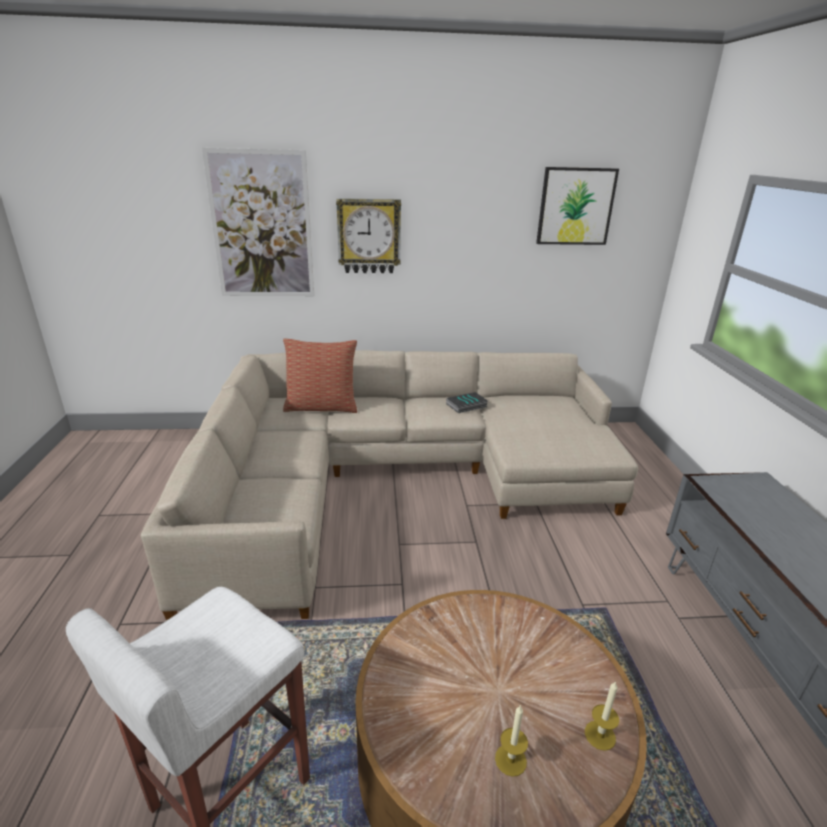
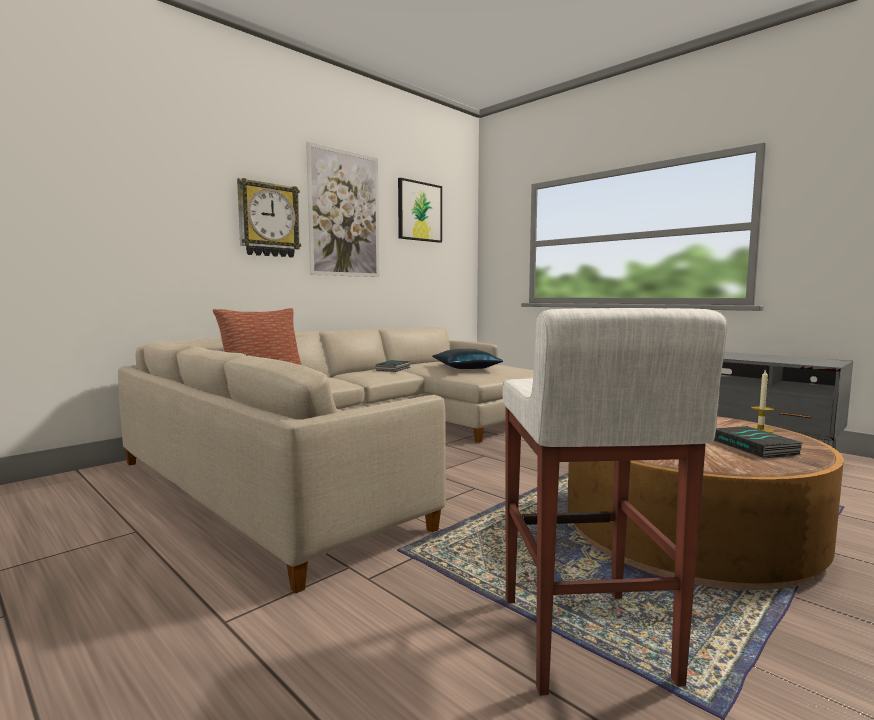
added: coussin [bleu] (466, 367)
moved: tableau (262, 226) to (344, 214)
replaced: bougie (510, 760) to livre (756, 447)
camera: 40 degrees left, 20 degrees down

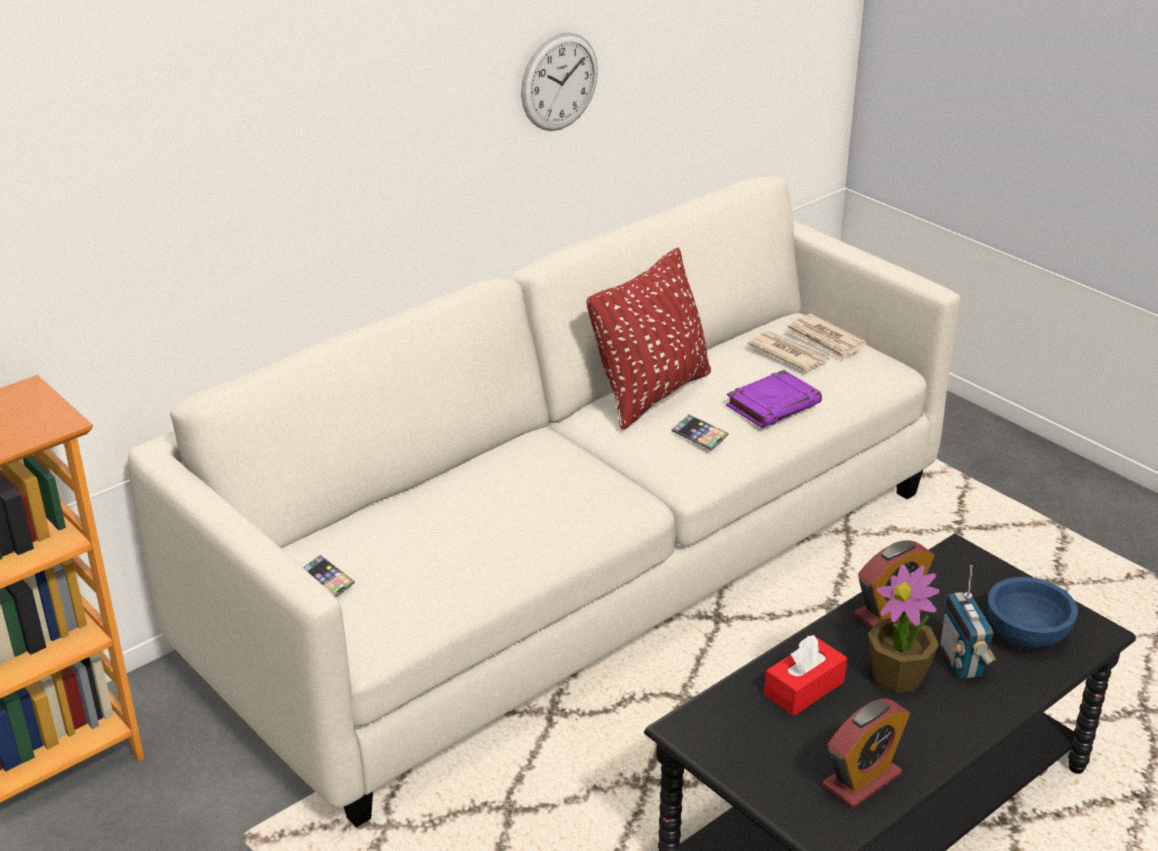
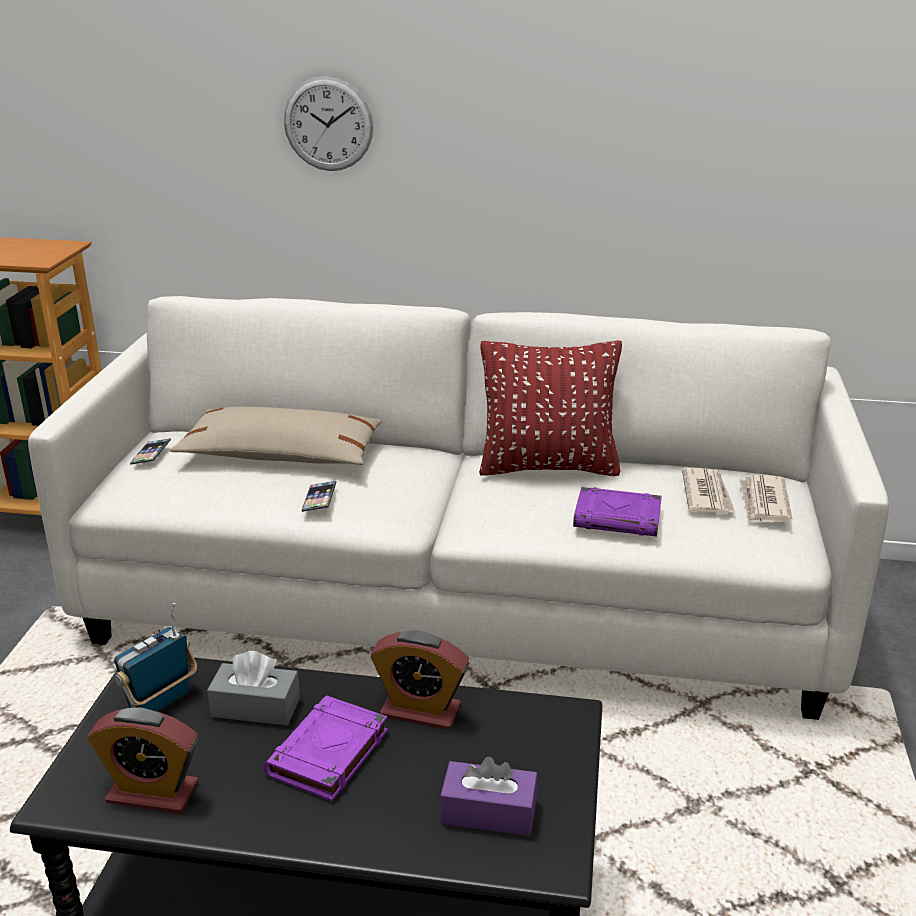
added: coussin [beige] (281, 455)
moved: radio (962, 662) to (160, 701); horloge murale (559, 82) to (328, 124); téléphone (699, 435) to (319, 499)
replaced: plante en pot (898, 677) to livre [violet] (328, 754); bol [bleu] (1026, 634) to boîte à mouchoirs [violet] (489, 812)
recoloured: boîte à mouchoirs [rouge] (804, 688) to boîte à mouchoirs [gris] (256, 707)
camera: 50 degrees right, 5 degrees down

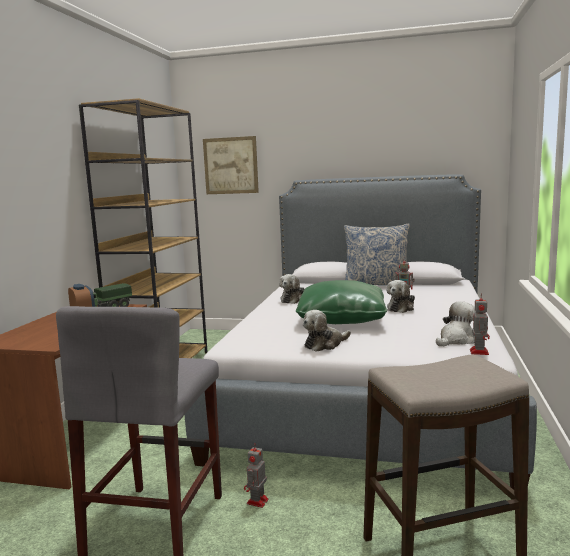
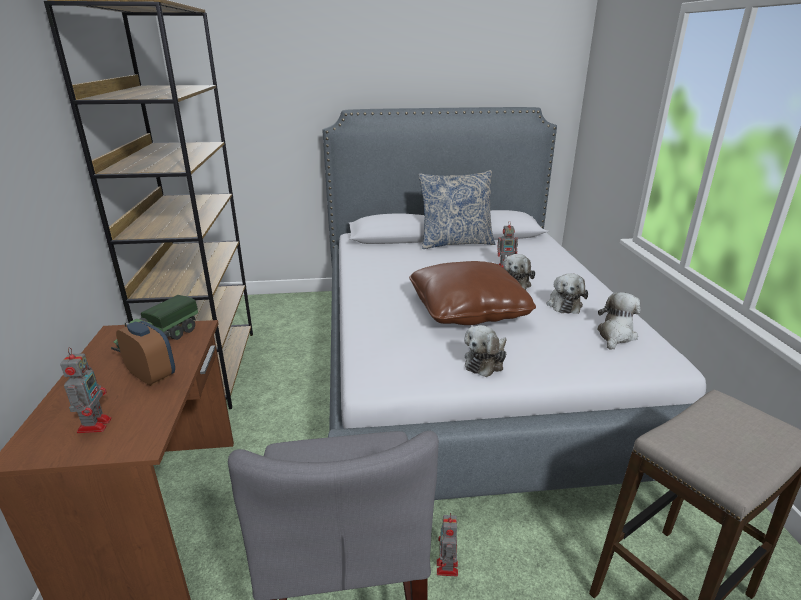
removed: tableau (231, 165)
moved: robot jouet (479, 351) to (95, 424); peluche (293, 299) to (564, 304)
recoloured: coussin [vert] (341, 319) to coussin [marron] (467, 310)
camera: 20 degrees left, 15 degrees up

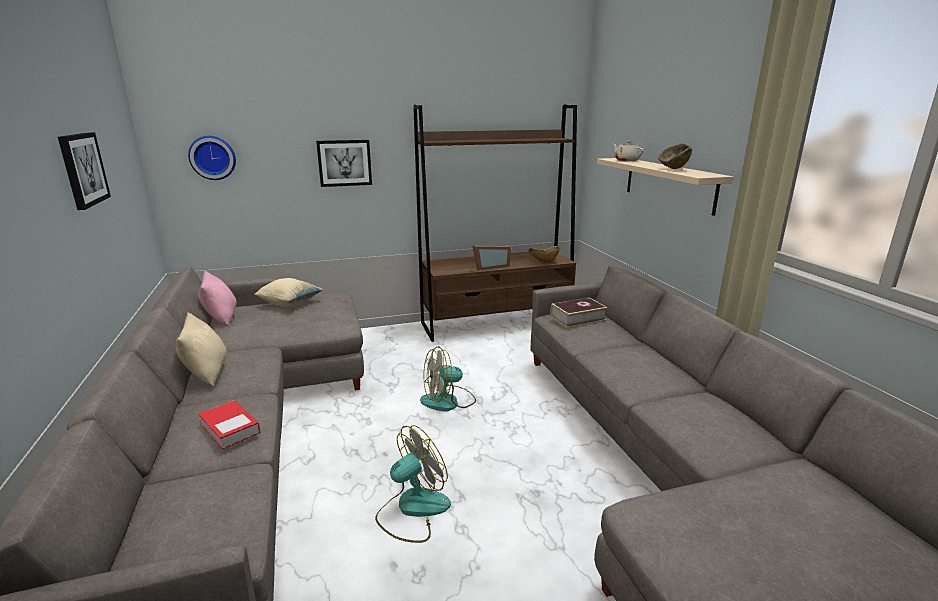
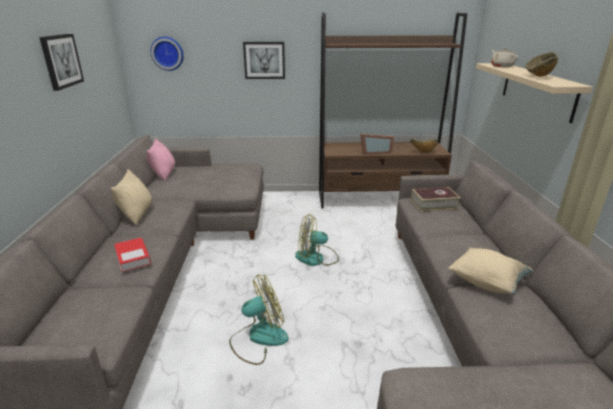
moved: coussin [beige] (290, 304) to (487, 282)
camera: 15 degrees right, 5 degrees up

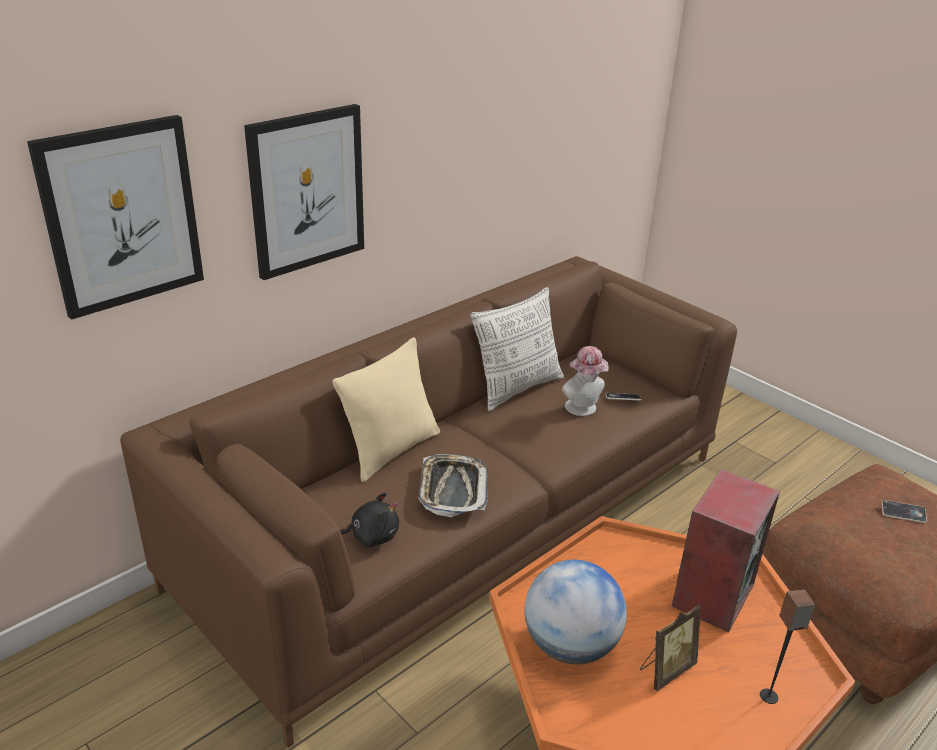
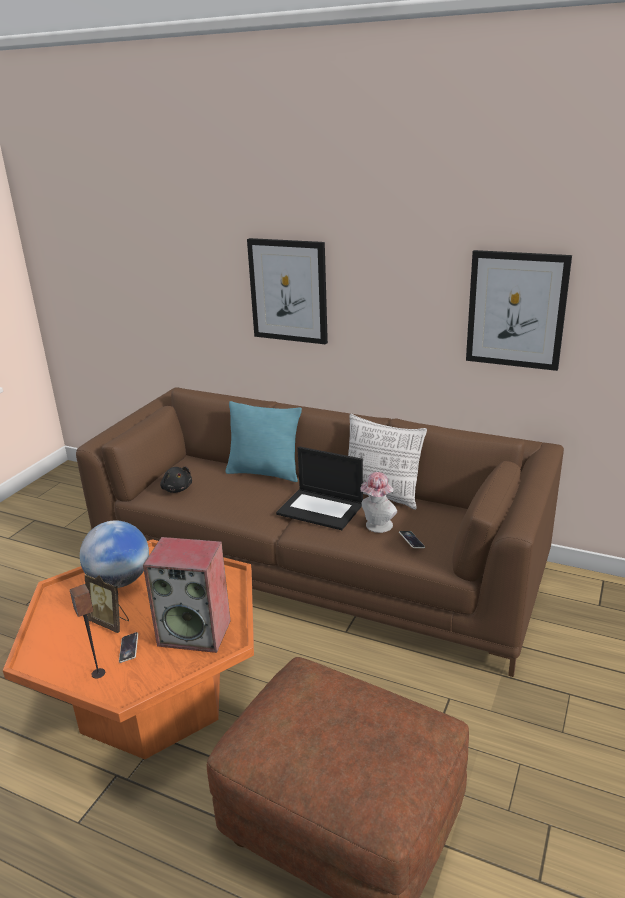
removed: plateau (452, 490)
added: ordinateur portable (321, 509)
moved: téléphone (903, 513) to (129, 649); tableau (122, 216) to (516, 310)
recoloured: coussin [beige] (391, 450) to coussin [turquoise] (264, 473)
camera: 70 degrees right, 5 degrees down

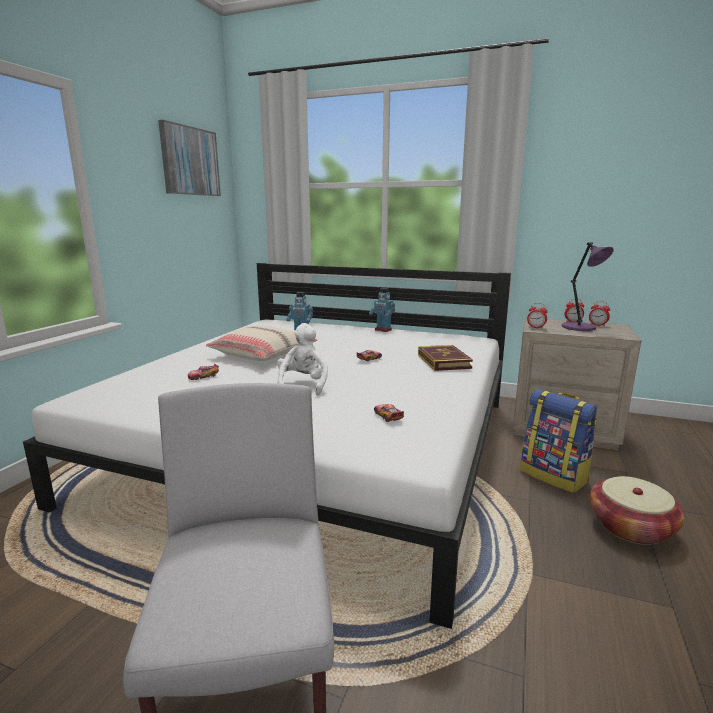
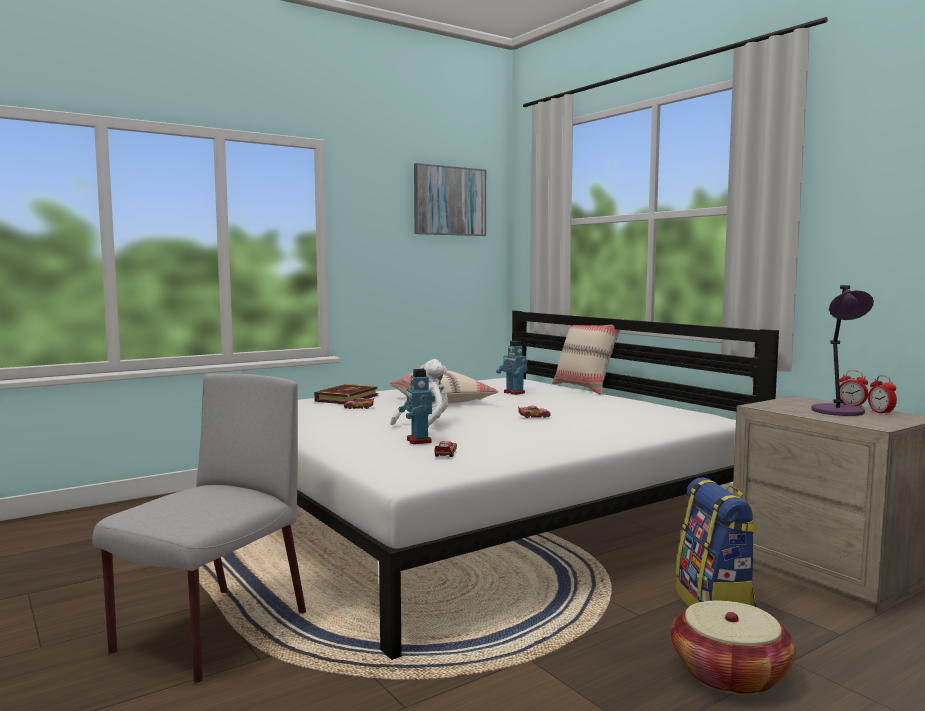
removed: réveil (536, 327)
added: coussin [beige] (585, 388)
moved: livre (443, 361) to (347, 398); robot jouet (383, 330) to (418, 441)
camera: 35 degrees right, 10 degrees down

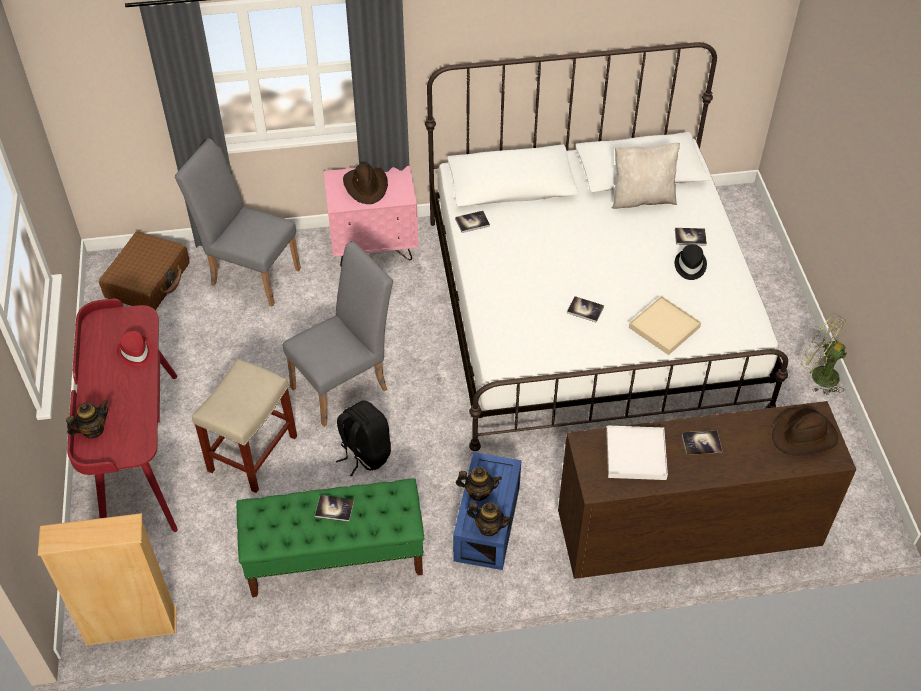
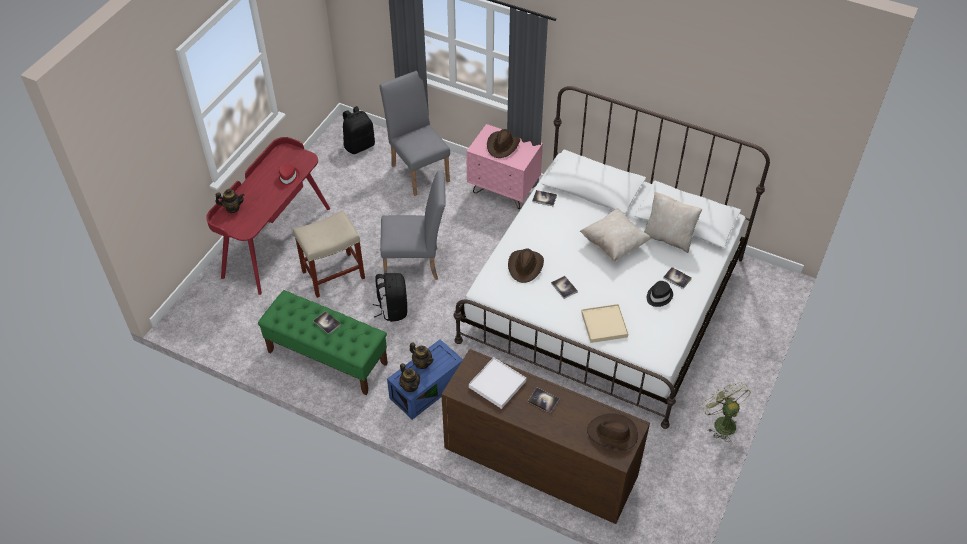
removed: bibliothèque [beige] (131, 626)
added: chapeau [marron] (525, 266); coussin [beige] (614, 244)
replaced: valise [marron] (148, 280) to sac à dos [noir] (359, 145)
camera: 35 degrees right, 0 degrees up

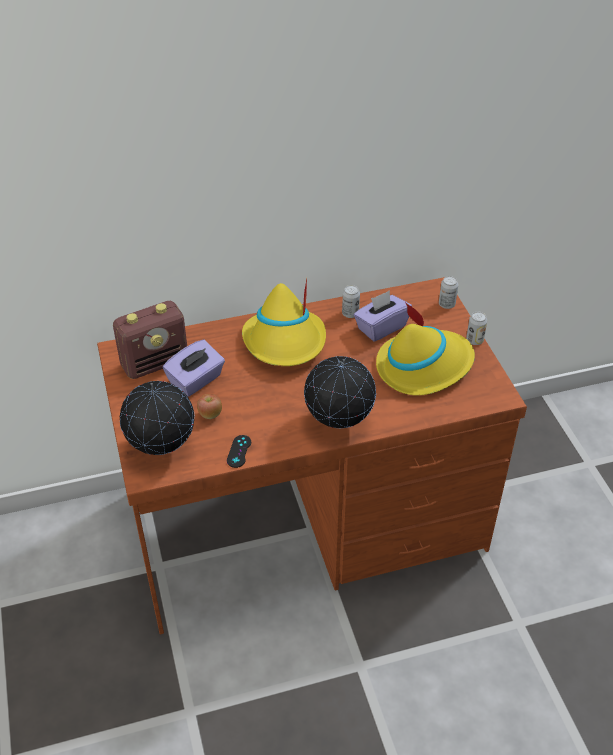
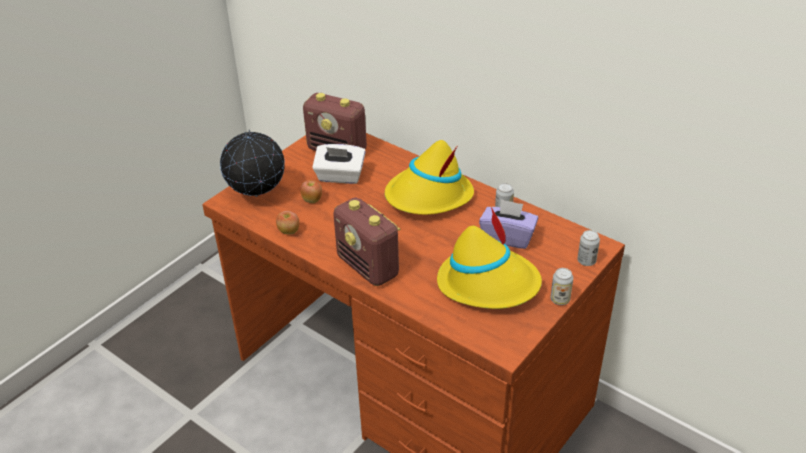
replaced: manette [noir] (239, 451) to pomme (289, 231); globe (339, 423) to radio (368, 267)
recoloured: boîte à mouchoirs [violet] (196, 380) to boîte à mouchoirs [blanc] (340, 176)
camera: 55 degrees right, 5 degrees down

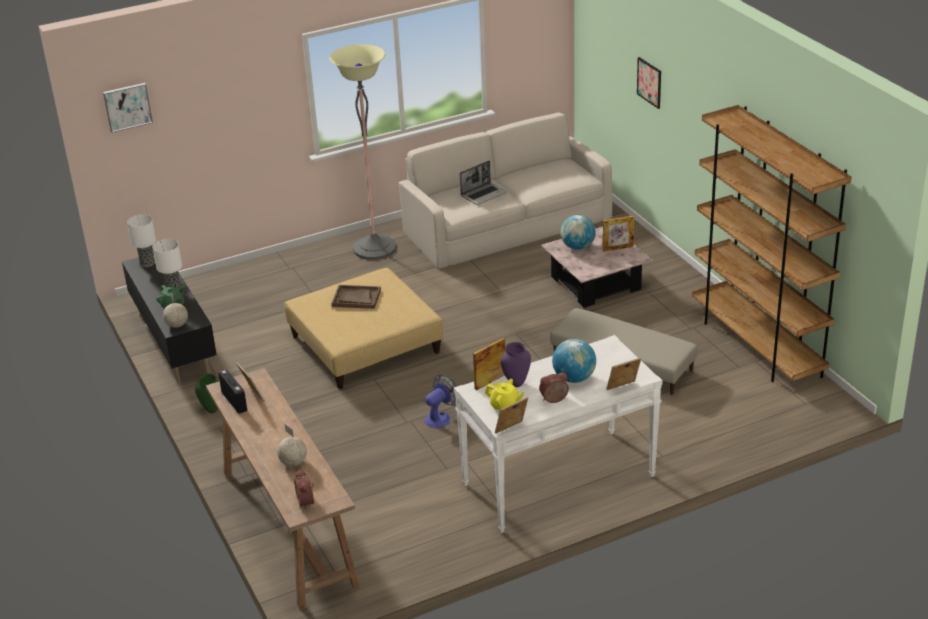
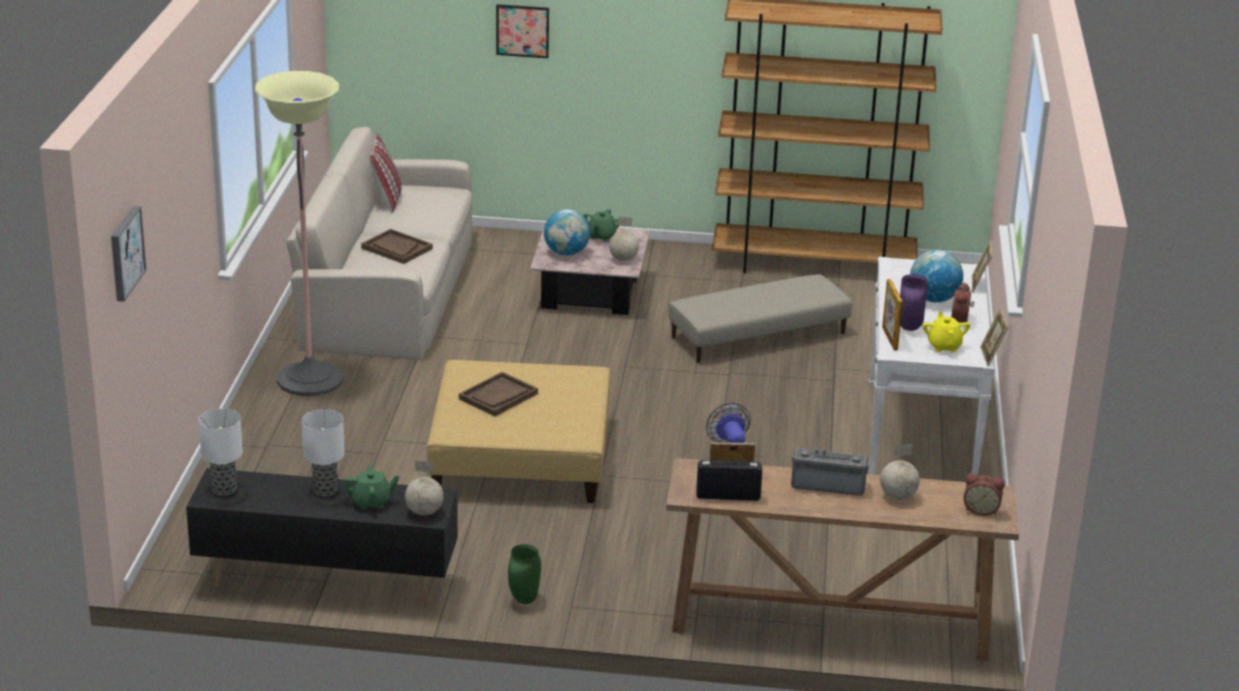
added: coussin (386, 199); globe (624, 259); radio (828, 485)
replaced: ordinateur portable (483, 194) to plateau [marron] (396, 248); cadre photo (618, 248) to théière [vert] (601, 236)
turned: théière [jaune] (505, 406) = (944, 346) 60 degrees counterclockwise
camera: 60 degrees left, 5 degrees down

